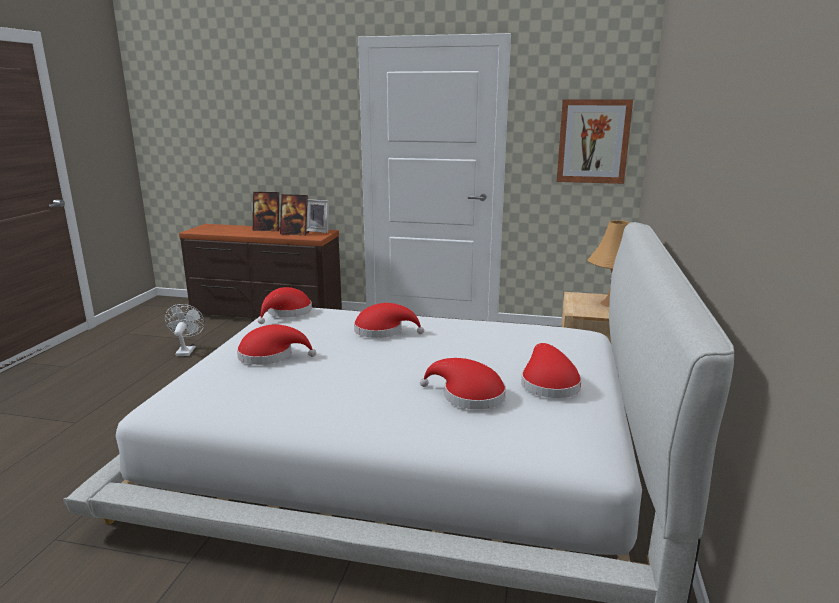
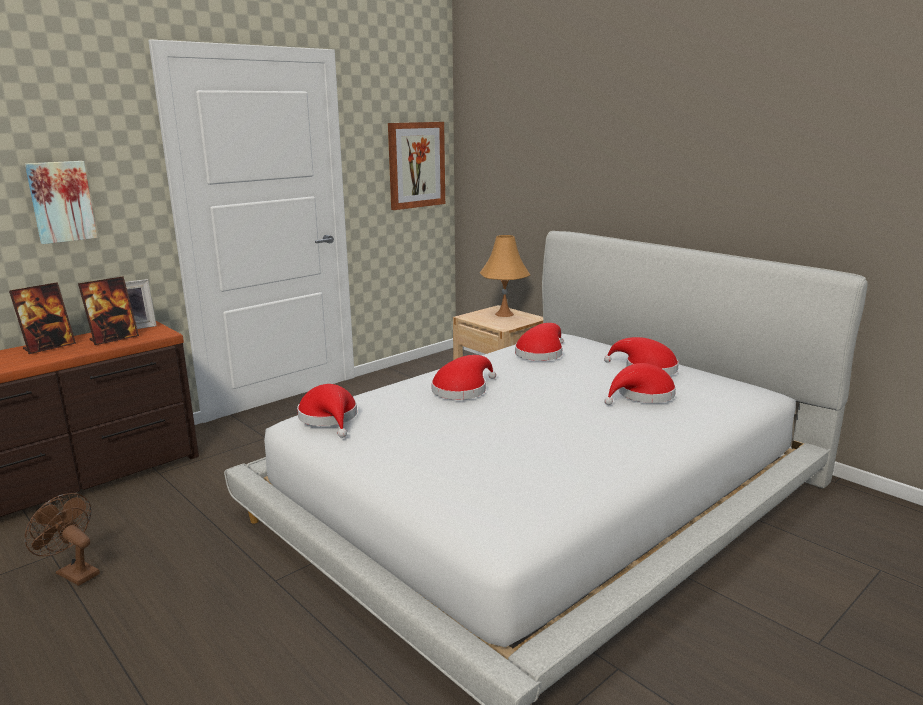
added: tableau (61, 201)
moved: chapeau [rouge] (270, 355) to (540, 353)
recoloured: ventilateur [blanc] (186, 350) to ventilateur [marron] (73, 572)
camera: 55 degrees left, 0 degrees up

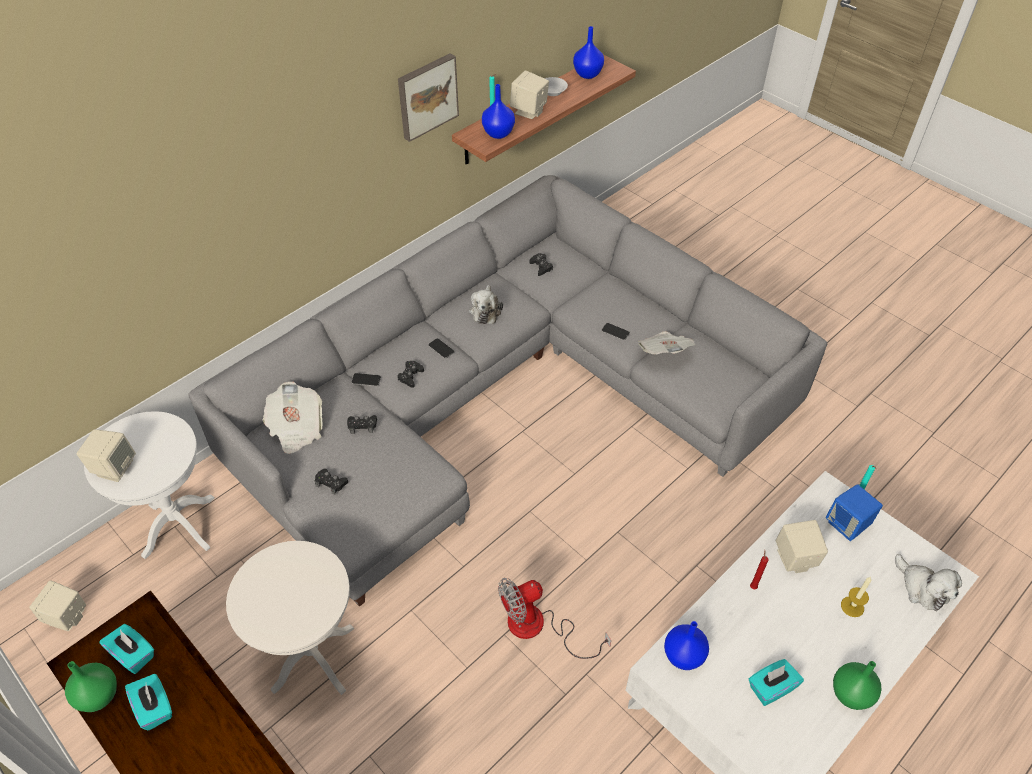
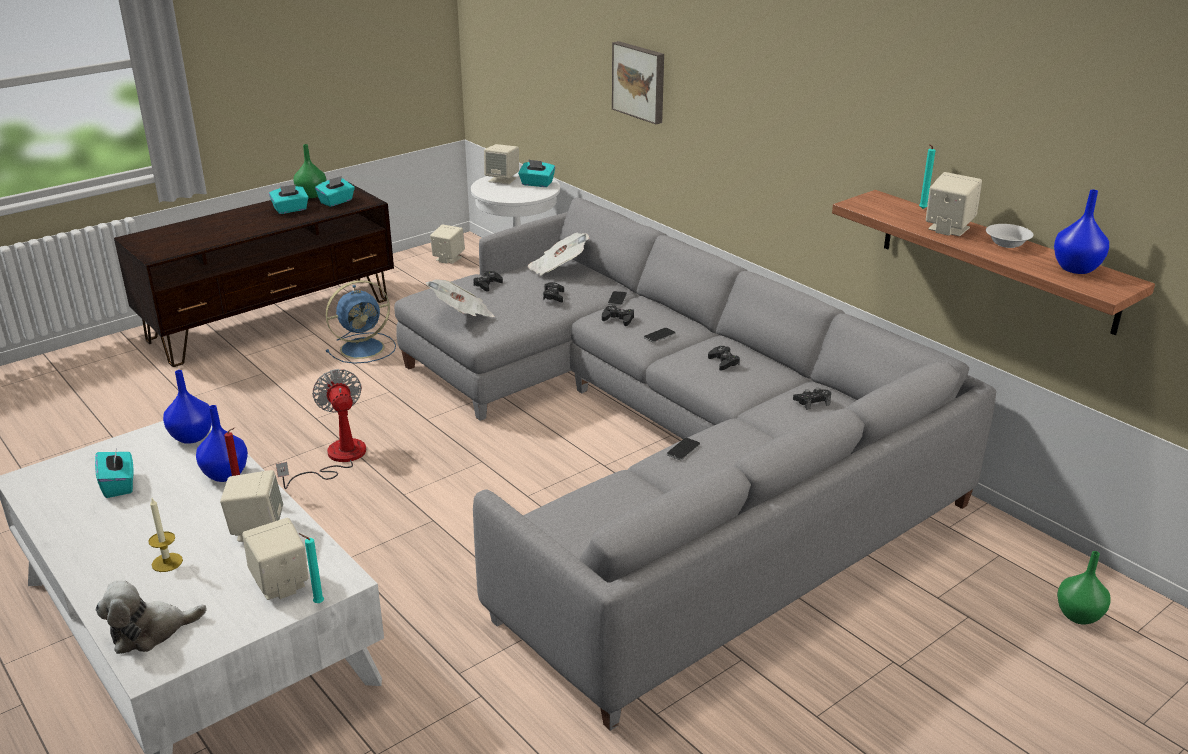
added: boîte à mouchoirs [turquoise] (537, 184)
moved: vase [bleu] (497, 133) to (226, 474); journal (664, 353) to (462, 314); tableau (426, 96) to (640, 81); vase [vert] (849, 693) to (1079, 615)
replaced: table d'appoint [blanc] (313, 658) to ventilateur [bleu] (364, 348); peluche (485, 310) to manette [noir] (723, 362)
recoloured: enceinte [bleu] (847, 525) to enceinte [beige] (280, 584)
camera: 95 degrees right, 20 degrees down

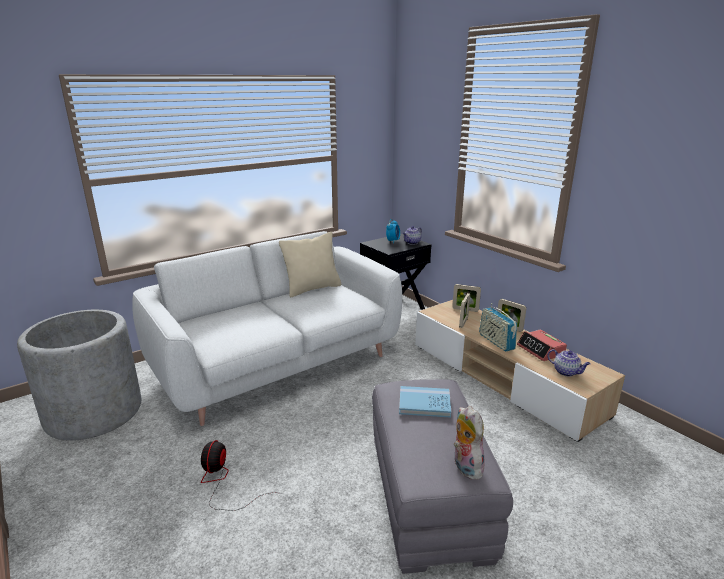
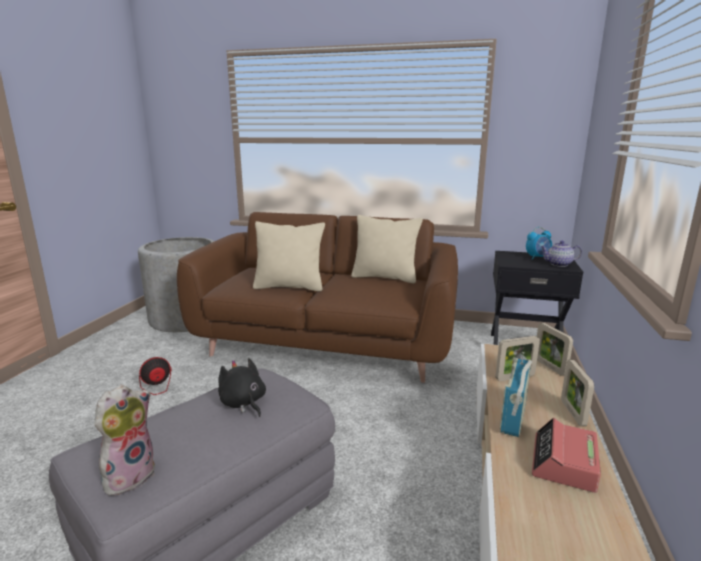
removed: théière (566, 372)
added: coussin [beige] (289, 287)
replaced: livre [bleu] (424, 404) to peluche [noir] (243, 403)
recoloured: canapé [blanc] (277, 365) to canapé [marron] (326, 344)
camera: 50 degrees right, 5 degrees down

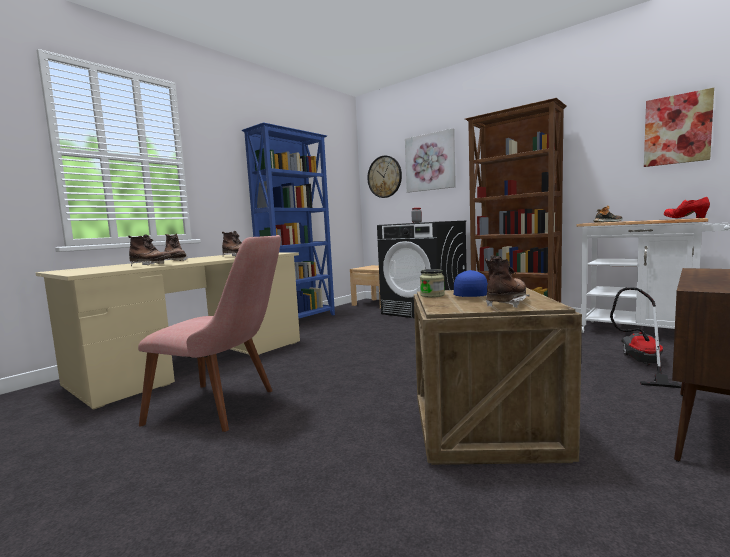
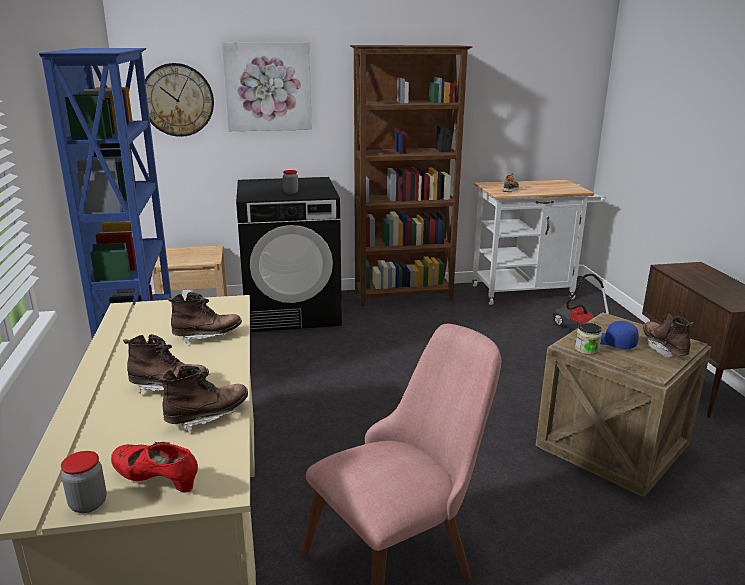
removed: tableau (677, 129)
added: bocal (88, 504)
moved: chaussure [rouge] (685, 218) to (157, 481)
camera: 50 degrees left, 15 degrees up

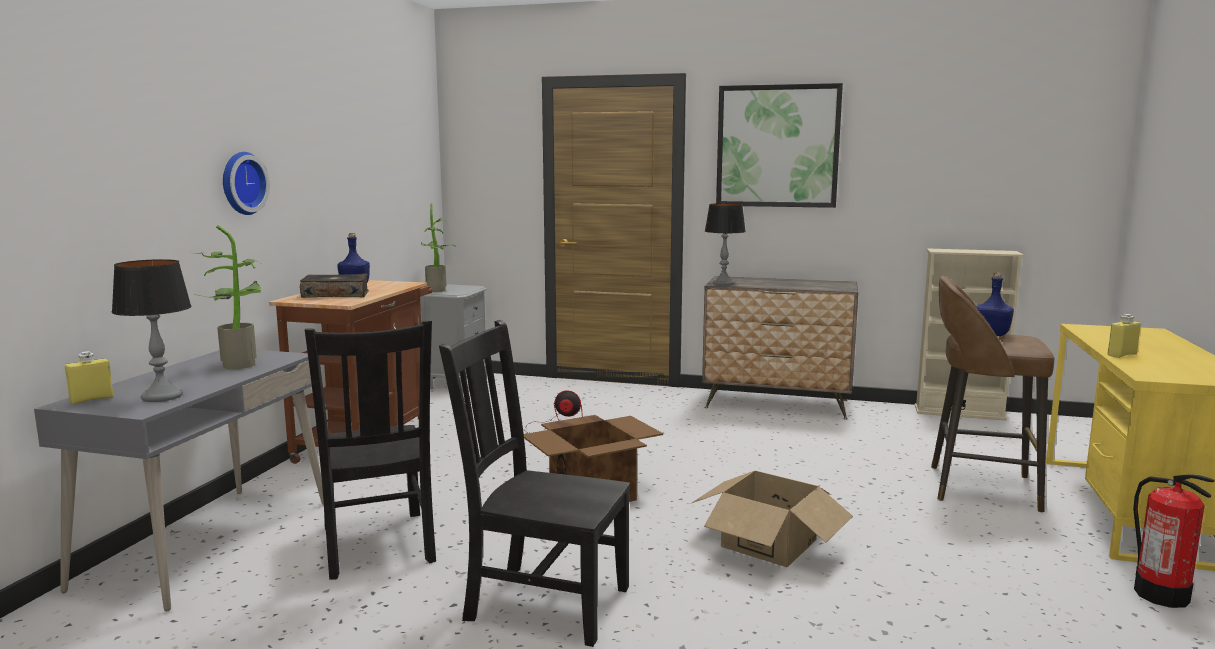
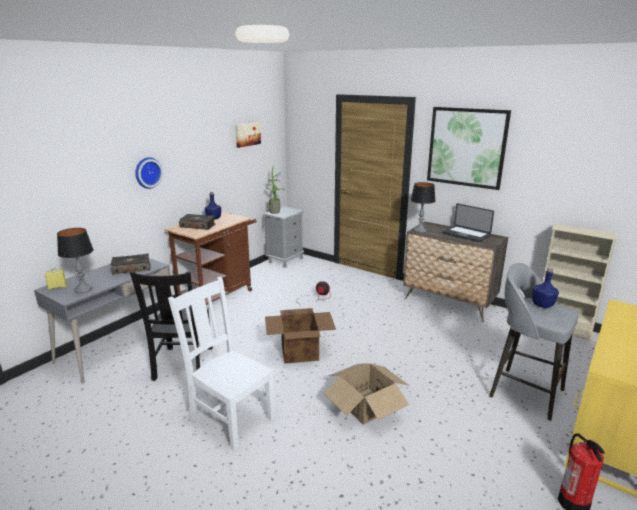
removed: bouteille [jaune] (1122, 355)
added: tableau (247, 134); ordinateur portable (466, 234)
replaced: plante en pot (239, 364) to livre (131, 268)
recoloured: chaise [noir] (542, 602) to chaise [blanc] (230, 416); tabouret [marron] (978, 487) to tabouret [gris] (524, 392)
camera: 20 degrees right, 10 degrees up

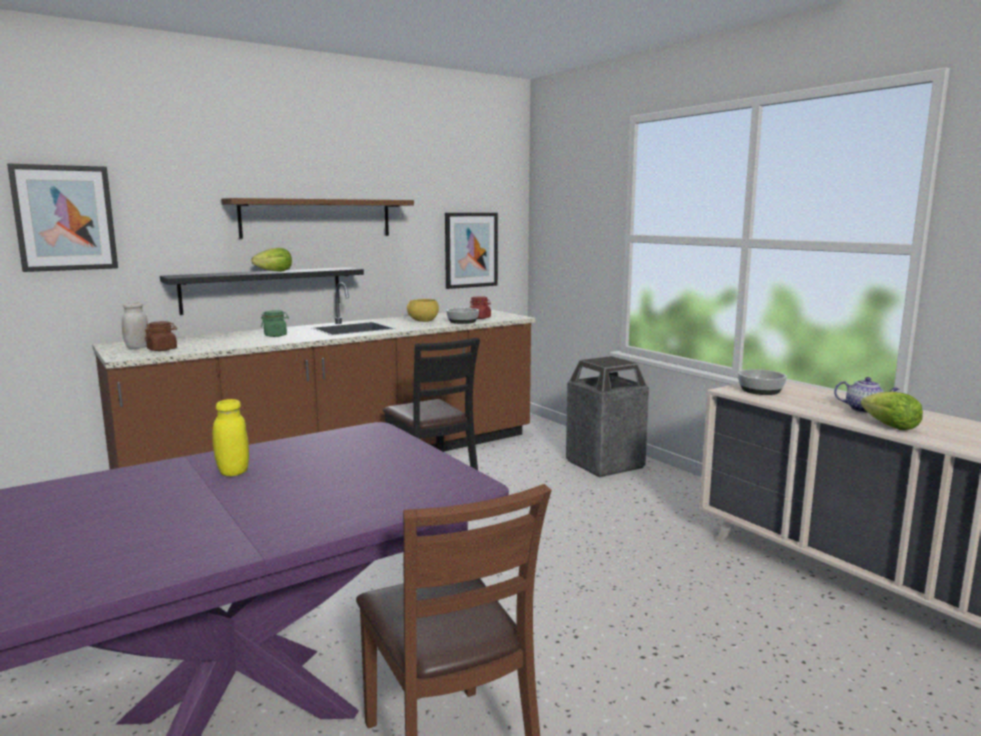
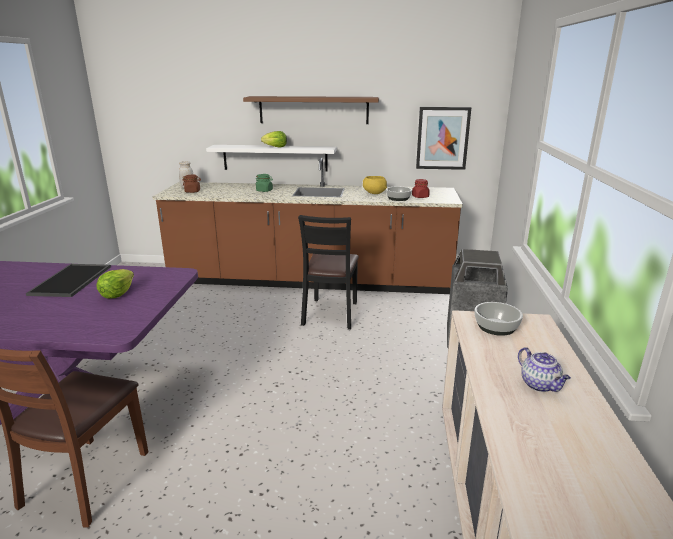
removed: tableau (65, 218)
moved: laitue (890, 427) to (117, 294)
replaced: bocal [jaune] (233, 472) to plateau (72, 280)
recoloured: étagère [noir] (263, 289) to étagère [blanc] (275, 158)
camera: 40 degrees right, 10 degrees up

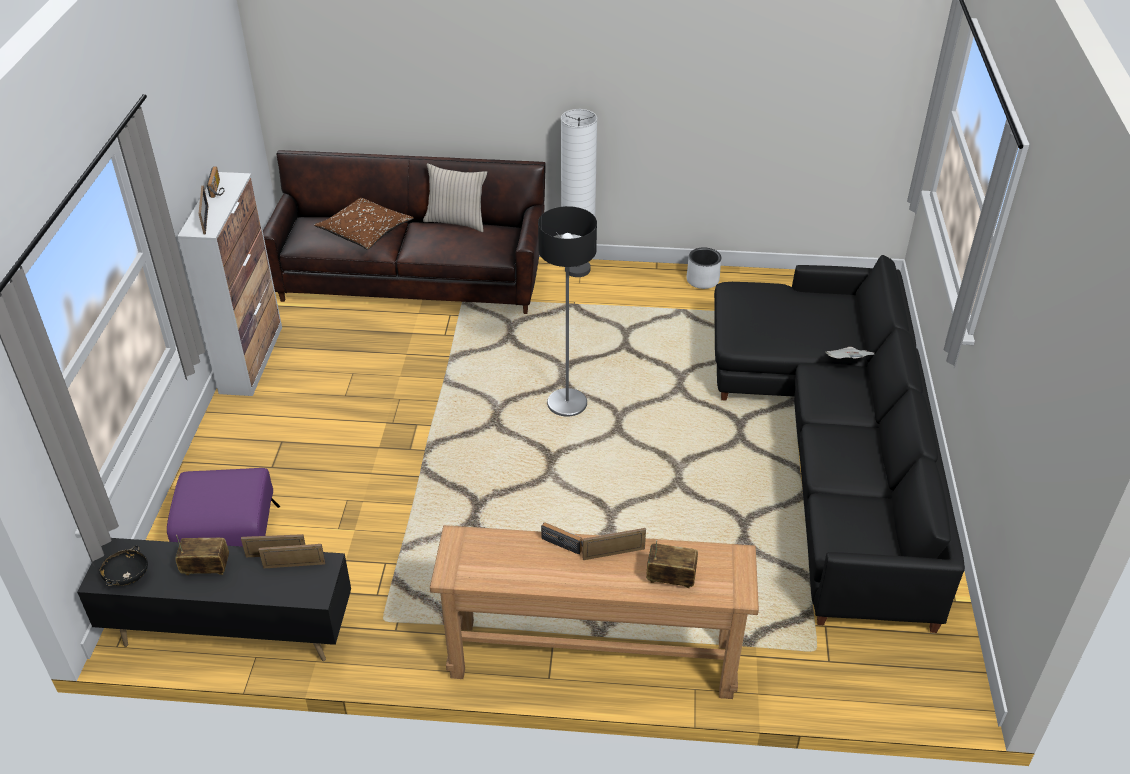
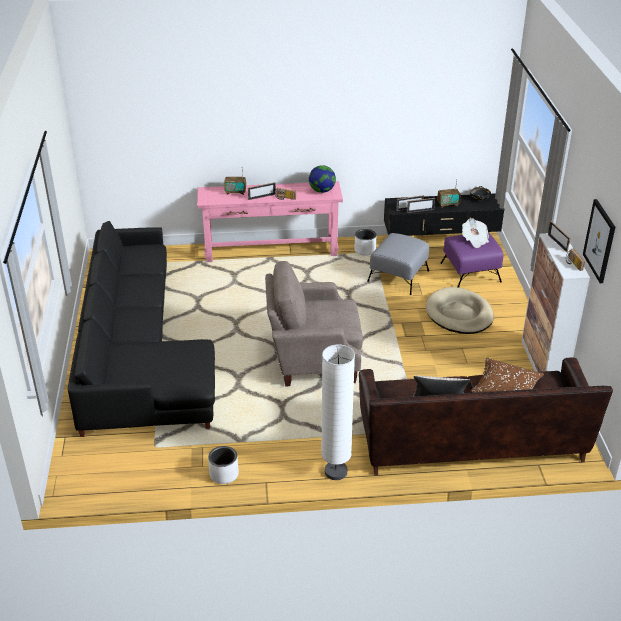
added: globe (322, 191); cache-pot [blanc] (365, 250); pouf [gris] (398, 276); panier pour chien [beige] (459, 314); tableau (600, 241)
moved: journal (847, 363) to (474, 240)
replaced: lampadaire (567, 404) to fauteuil [beige] (313, 359)
recoloured: table console [marron] (592, 658) to table console [rose] (271, 250)
camera: 170 degrees right, 5 degrees down

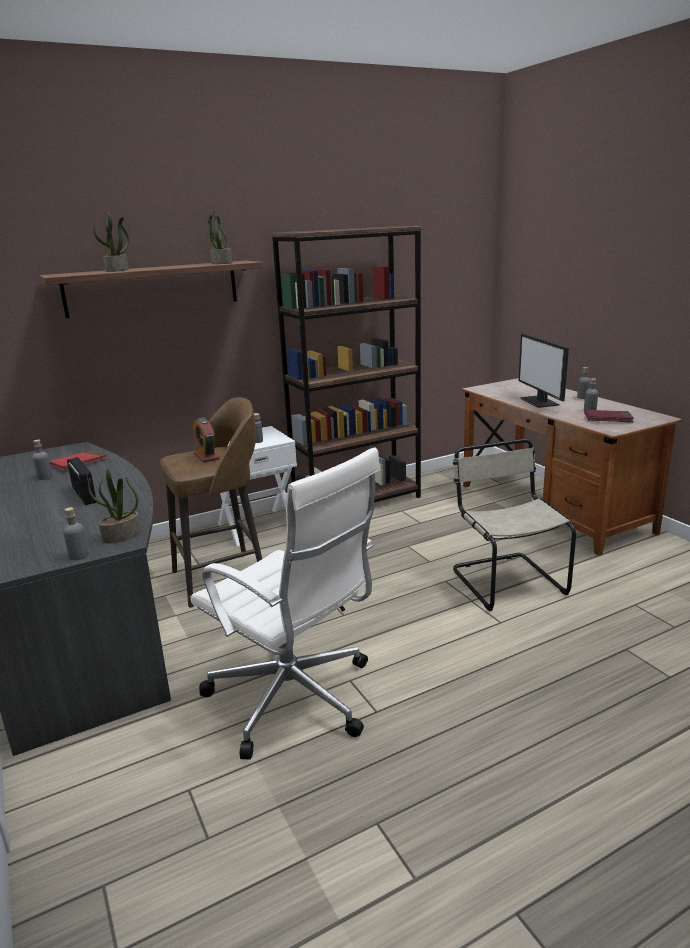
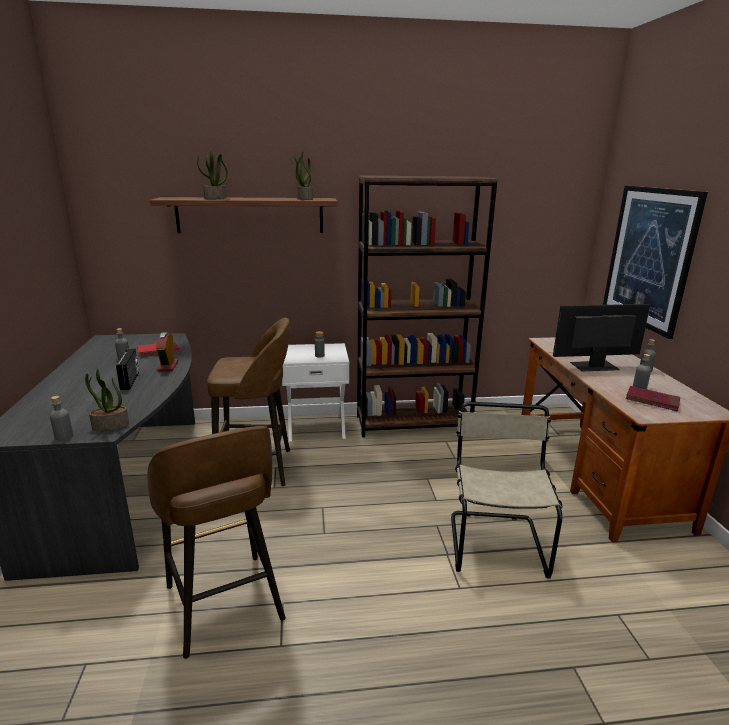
added: tableau (649, 257)
moved: réveil (206, 456) to (168, 366)
replaced: chaise de bureau [blanc] (294, 699) to tabouret [marron] (225, 606)
turned: écran d'ordinateur (540, 401) = (594, 366) 75 degrees clockwise
camera: 20 degrees right, 0 degrees up

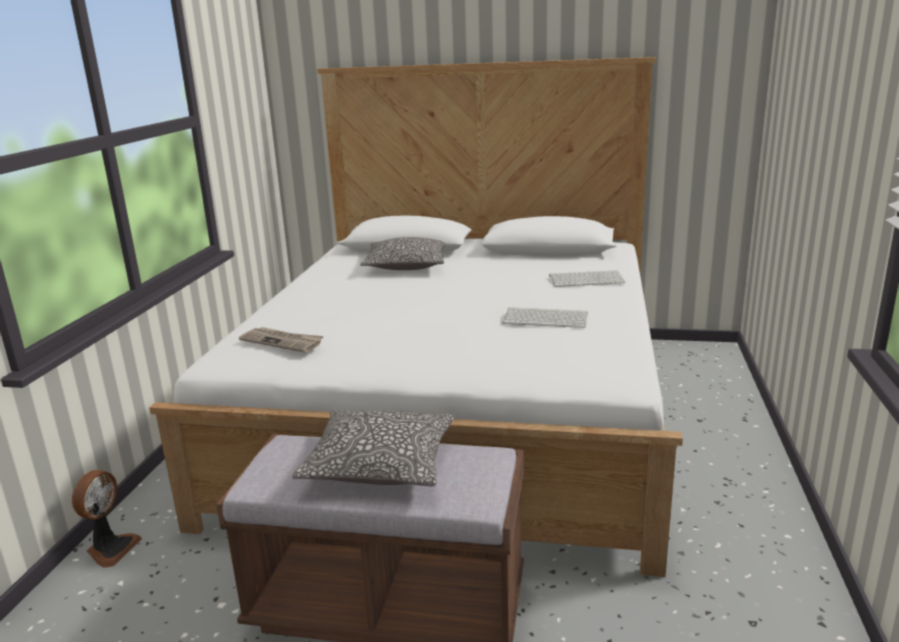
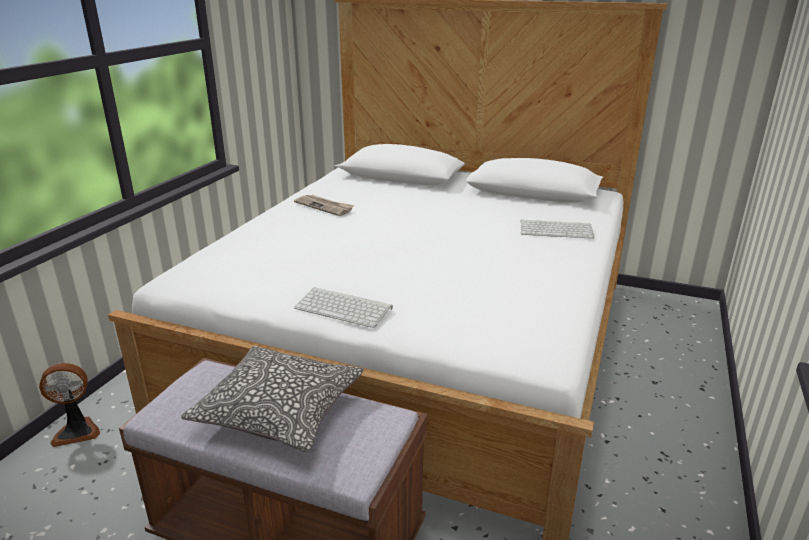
removed: coussin (406, 265)
moved: journal (282, 341) to (324, 206); clavier (547, 318) to (345, 308)
turned: ventilateur (111, 549) = (77, 431) 45 degrees clockwise
camera: 10 degrees right, 5 degrees up

